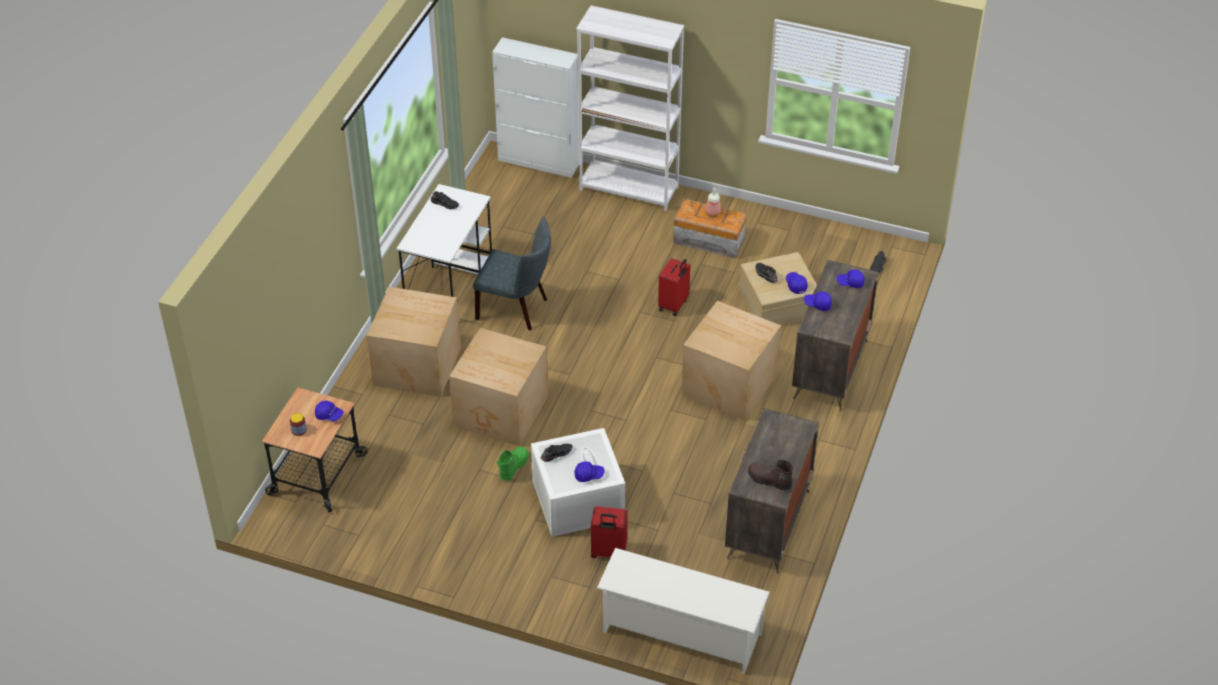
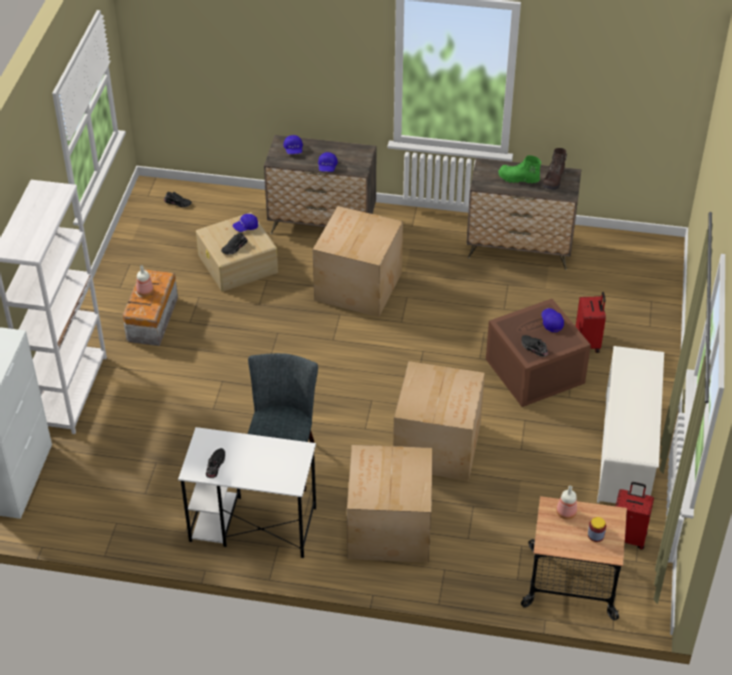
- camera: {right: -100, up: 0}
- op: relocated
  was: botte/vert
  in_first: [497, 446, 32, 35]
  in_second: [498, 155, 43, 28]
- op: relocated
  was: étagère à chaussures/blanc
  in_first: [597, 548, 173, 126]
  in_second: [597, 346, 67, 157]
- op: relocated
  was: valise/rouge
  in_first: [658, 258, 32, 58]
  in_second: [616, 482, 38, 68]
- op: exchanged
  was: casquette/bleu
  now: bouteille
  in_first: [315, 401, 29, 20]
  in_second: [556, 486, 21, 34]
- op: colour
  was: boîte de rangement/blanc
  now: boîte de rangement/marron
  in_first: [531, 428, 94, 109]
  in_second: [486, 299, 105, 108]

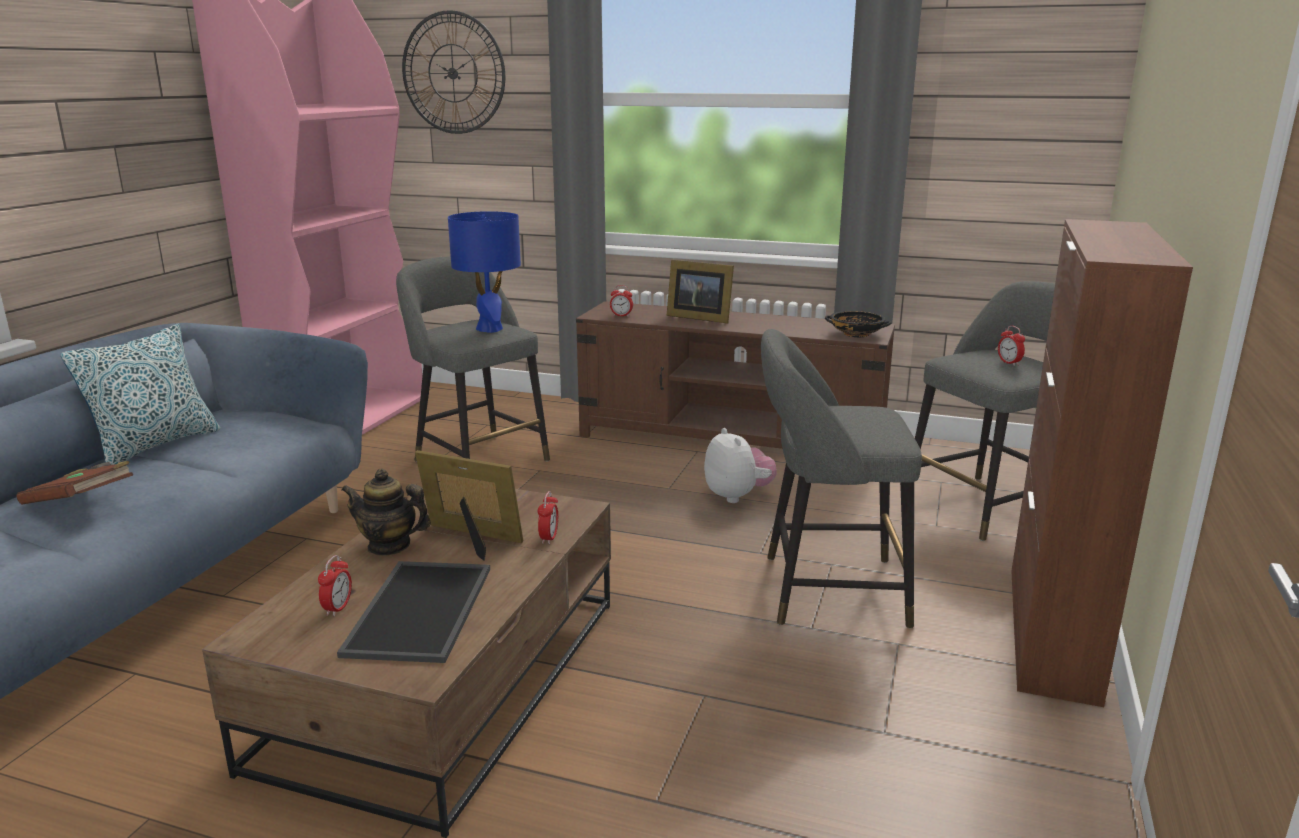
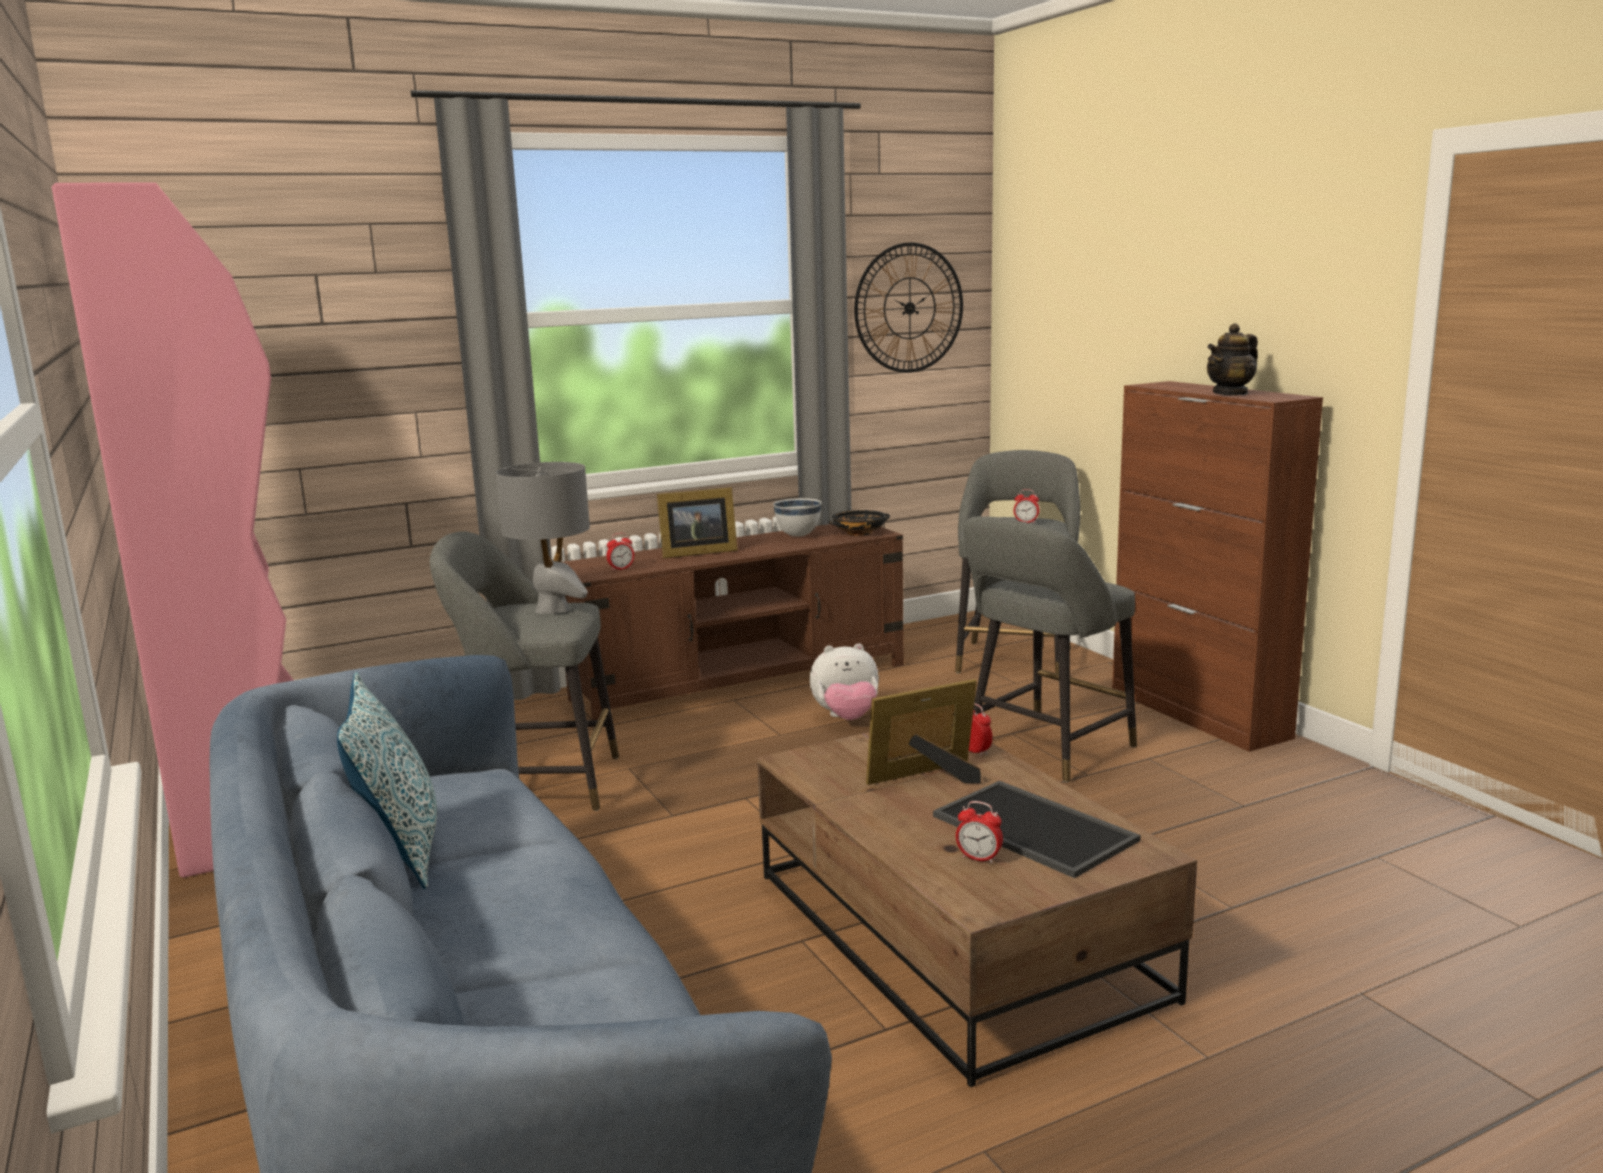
- camera: {right: -45, up: -5}
- op: missing
  was: livre/marron
  in_first: [16, 461, 117, 43]
- op: appeared
  now: bol/blanc
  in_second: [773, 498, 49, 39]
- op: relocated
  was: théière
  in_first: [342, 469, 89, 87]
  in_second: [1207, 323, 51, 73]
- op: relocated
  was: horloge murale
  in_first: [402, 10, 103, 124]
  in_second: [854, 243, 109, 130]
- op: colour
  was: lampe de table/bleu
  now: lampe de table/gris
  in_first: [448, 211, 73, 122]
  in_second: [496, 462, 94, 152]
- op: spun
  was: réveil
  in_first: [318, 555, 34, 62]
  in_second: [956, 801, 47, 62]
  clockwise: 150
- op: spun
  was: peluche
  in_first: [704, 428, 73, 75]
  in_second: [810, 643, 69, 77]
  clockwise: 150

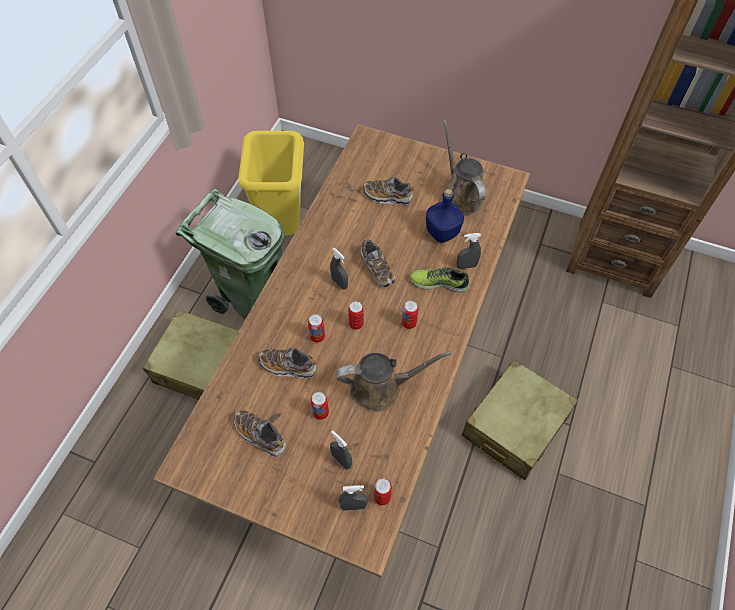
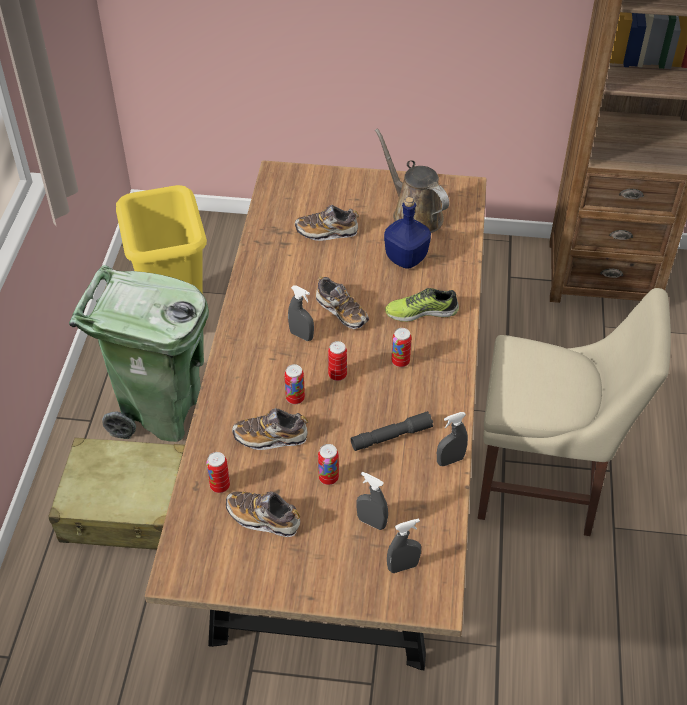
- camera: {right: -15, up: -10}
- op: relocated
  was: boîte métallique
  in_first: [374, 479, 18, 26]
  in_second: [206, 452, 24, 41]
- op: relocated
  was: vaporisateur/gris
  in_first: [456, 233, 25, 36]
  in_second: [437, 412, 31, 54]
- op: exchanged
  was: arrosoir/marron
  now: lampe de poche/gris
  in_first: [336, 351, 115, 61]
  in_second: [351, 411, 82, 40]
- op: exchanged
  was: valise/beige
  now: chaise/beige
  in_first: [462, 360, 116, 120]
  in_second: [478, 288, 193, 248]

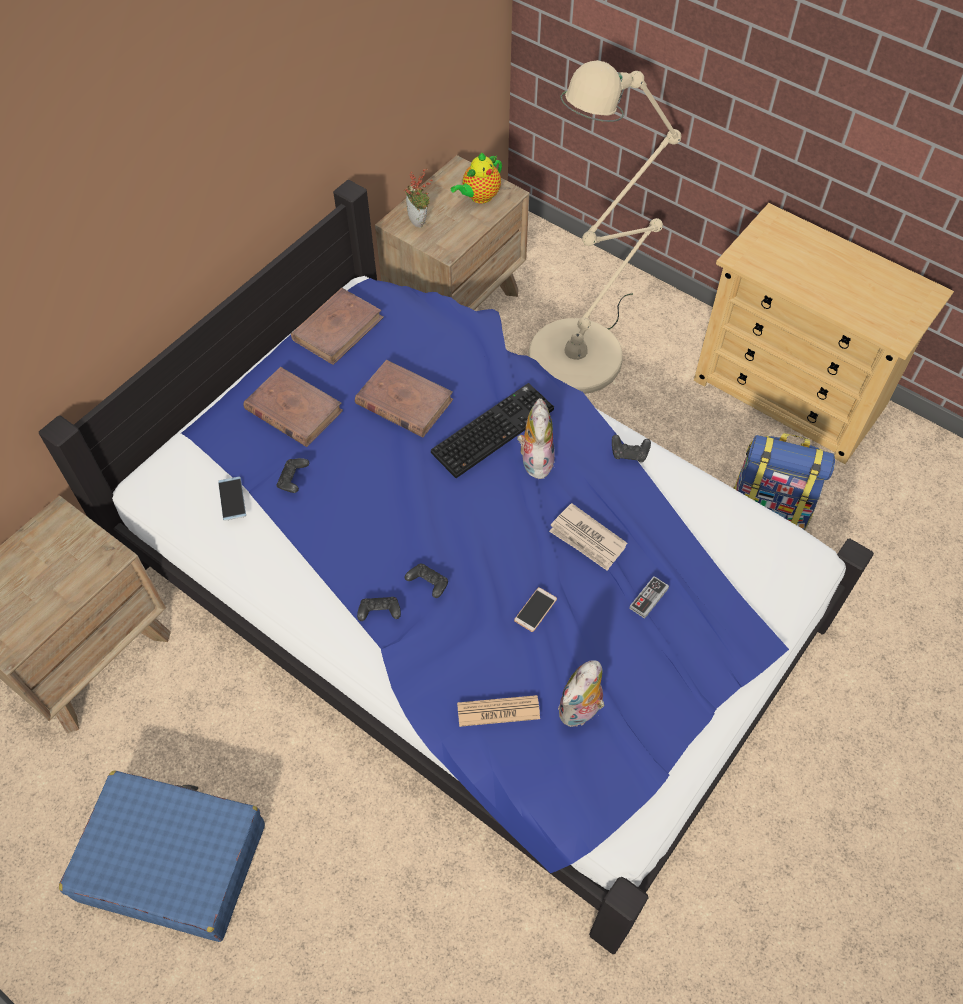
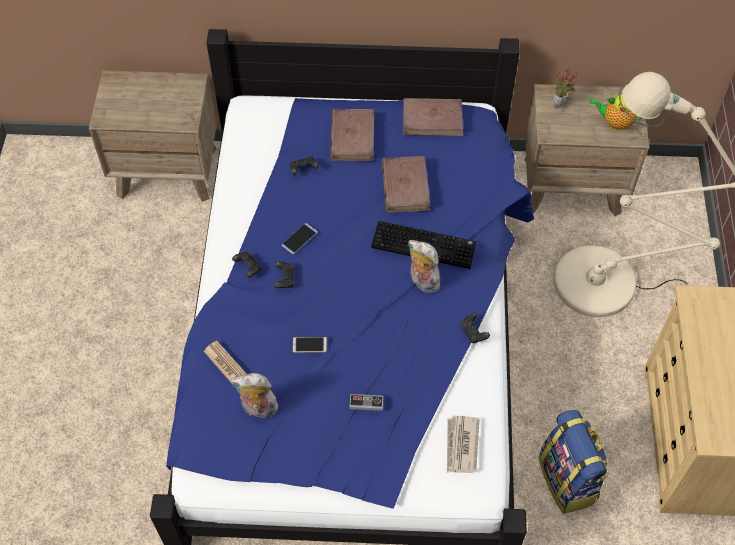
- camera: {right: 55, up: 0}
- op: missing
  was: valise/bleu
  in_first: [59, 771, 206, 171]
- op: relocated
  was: téléphone
  in_first: [218, 477, 28, 44]
  in_second: [282, 223, 36, 31]
- op: relocated
  was: journal
  in_first: [549, 503, 78, 68]
  in_second: [447, 416, 32, 57]
- op: spun
  was: peluche
  in_first: [517, 398, 38, 81]
  in_second: [408, 240, 32, 53]
  clockwise: -105

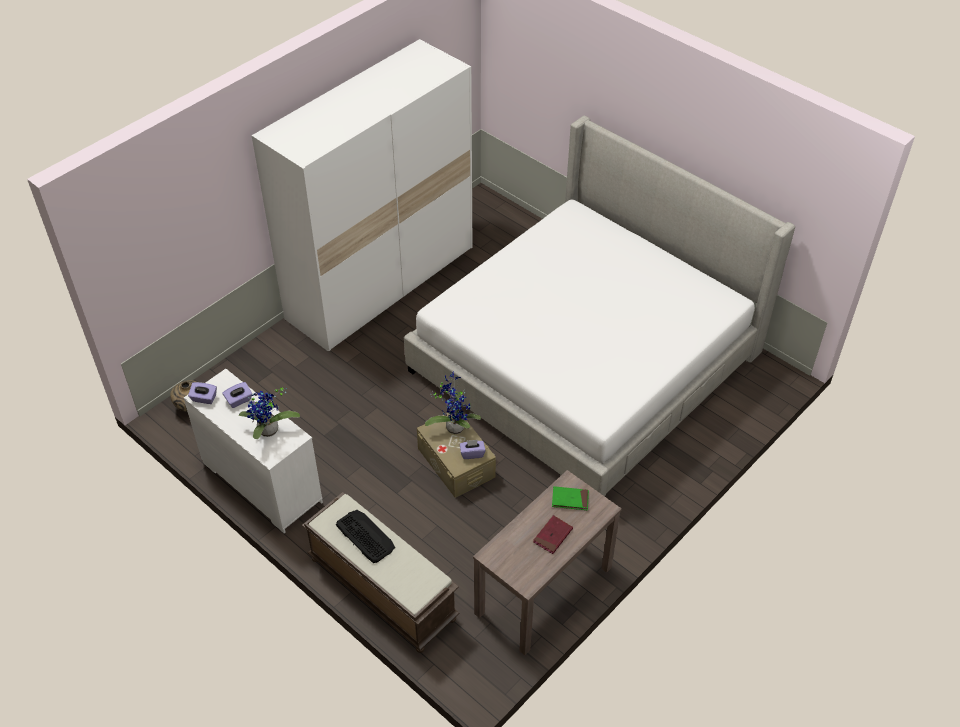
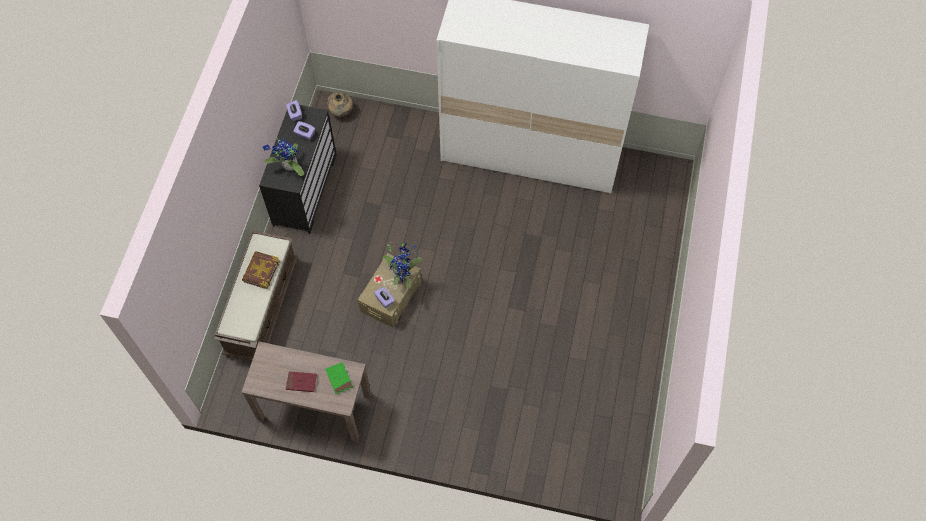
- camera: {right: 60, up: 15}
- op: missing
  was: lit
  in_first: [404, 116, 391, 380]
- op: exchanged
  was: clavier
  now: livre
  in_first: [336, 510, 59, 53]
  in_second: [242, 251, 38, 38]
- op: colour
  was: commode/blanc
  now: commode/noir
  in_first: [184, 369, 139, 165]
  in_second: [259, 105, 77, 129]

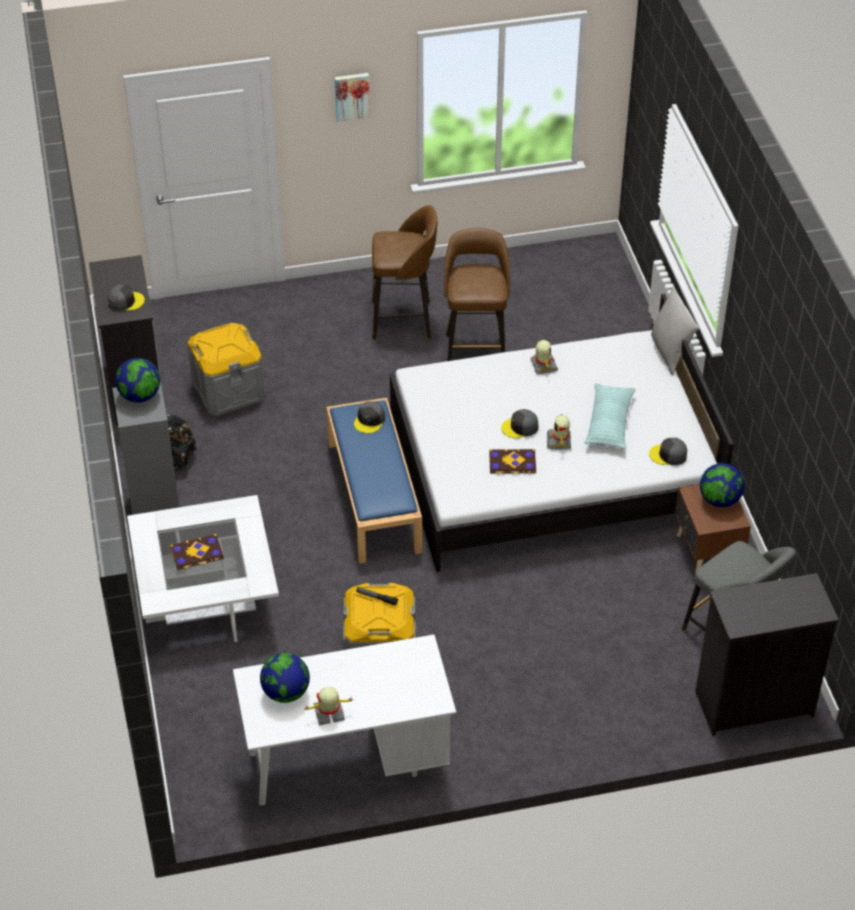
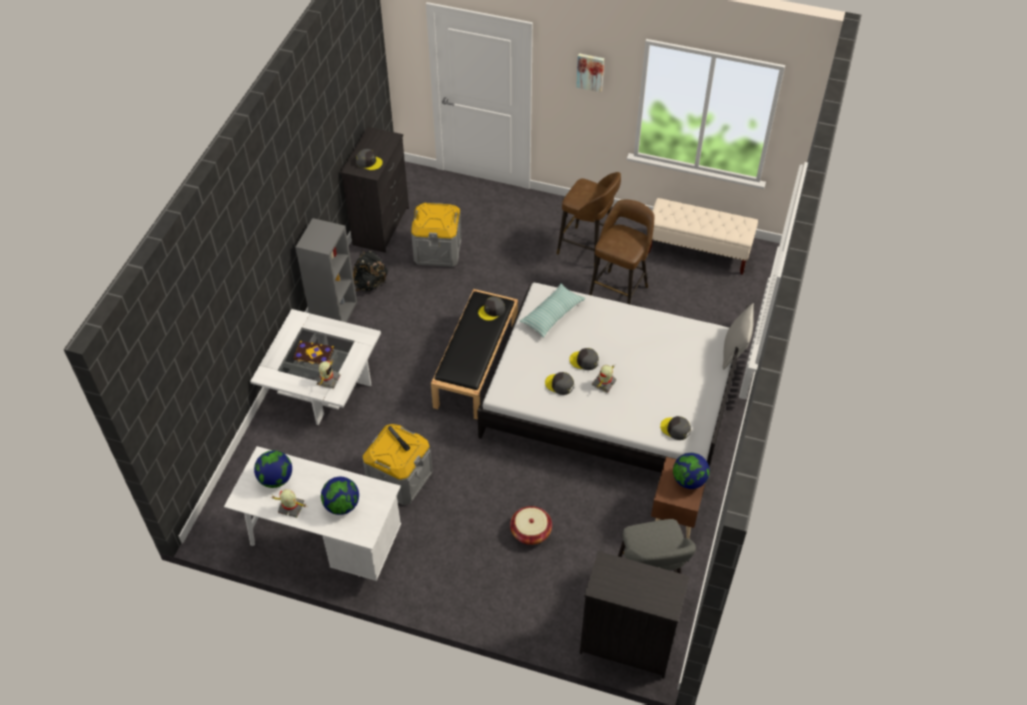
- camera: {right: 30, up: 5}
- op: appeared
  now: panier
  in_second: [510, 506, 42, 39]
- op: appeared
  now: banc/beige
  in_second: [649, 198, 109, 77]
- op: relocated
  was: globe
  in_first: [115, 358, 45, 45]
  in_second: [321, 477, 38, 38]
- op: relocated
  was: robot jouet
  in_first: [530, 340, 28, 34]
  in_second: [317, 359, 24, 30]
- op: relocated
  was: coussin
  in_first: [584, 383, 51, 66]
  in_second: [520, 284, 65, 53]
- op: exchanged
  was: livre
  now: casquette/gris
  in_first: [489, 449, 47, 26]
  in_second: [545, 372, 29, 23]
- op: colour
  was: banc/bleu
  now: banc/noir
  in_first: [326, 398, 96, 166]
  in_second: [431, 289, 87, 131]

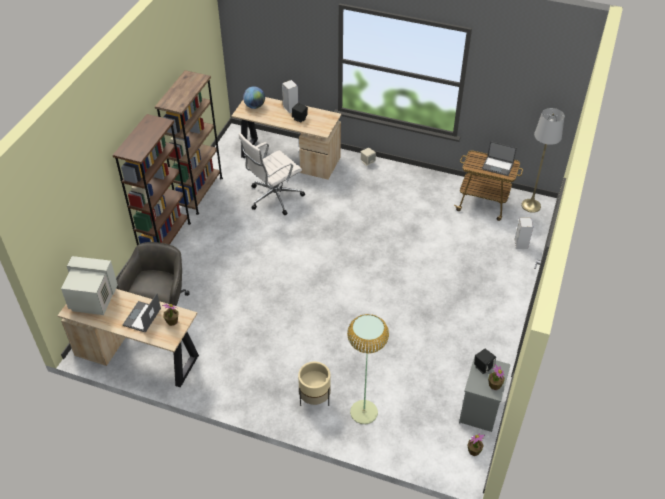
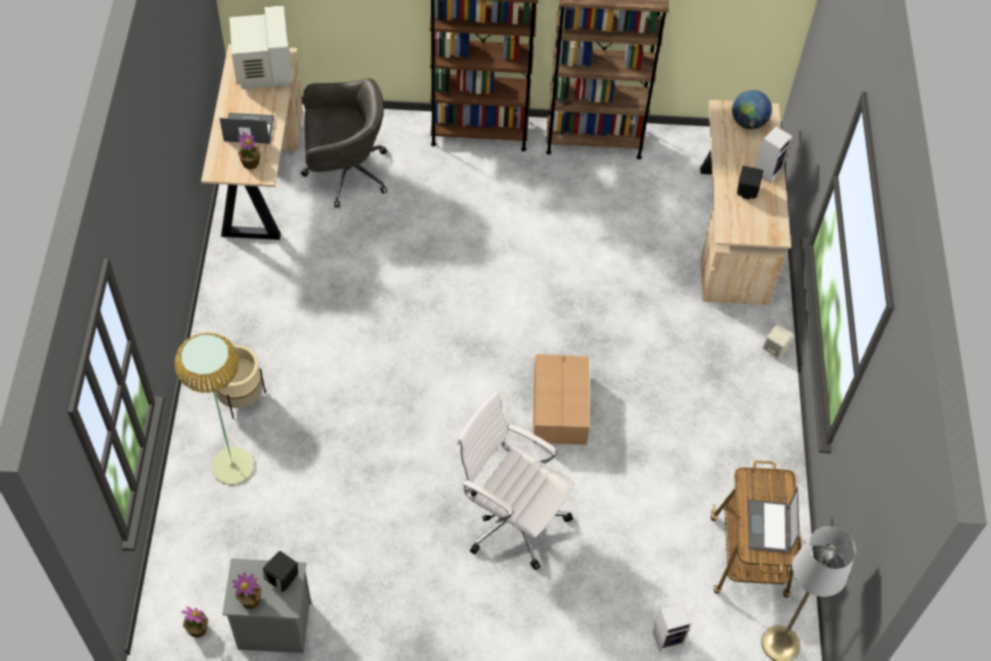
- camera: {right: 70, up: 10}
- op: appeared
  now: carton
  in_second: [533, 354, 57, 91]
- op: relocated
  was: chaise de bureau/blanc
  in_first: [239, 133, 66, 82]
  in_second: [457, 391, 117, 179]

